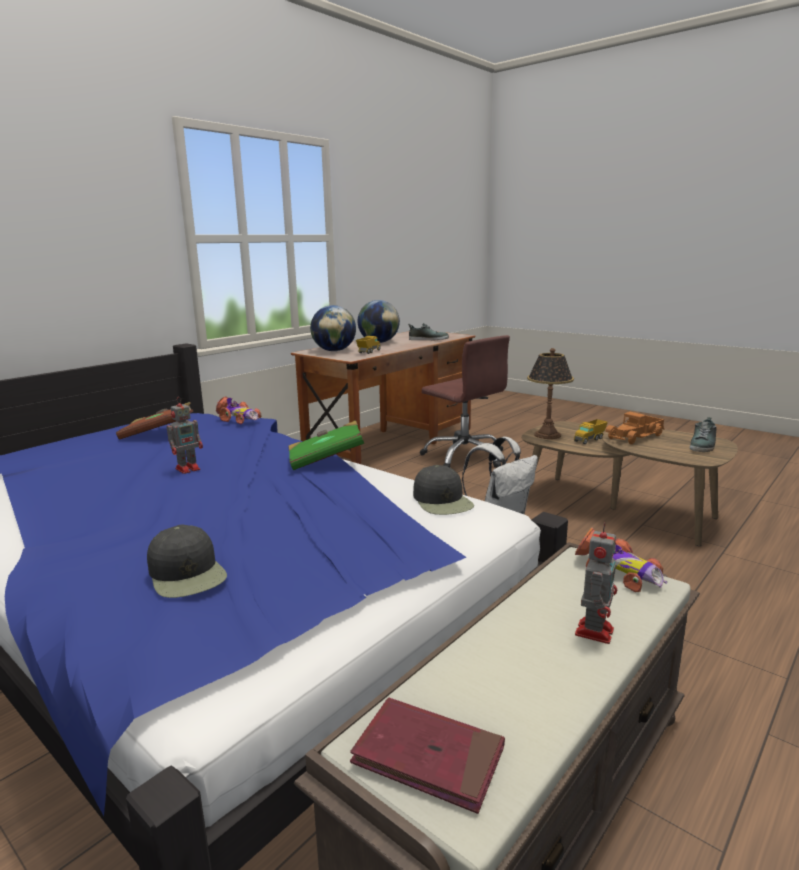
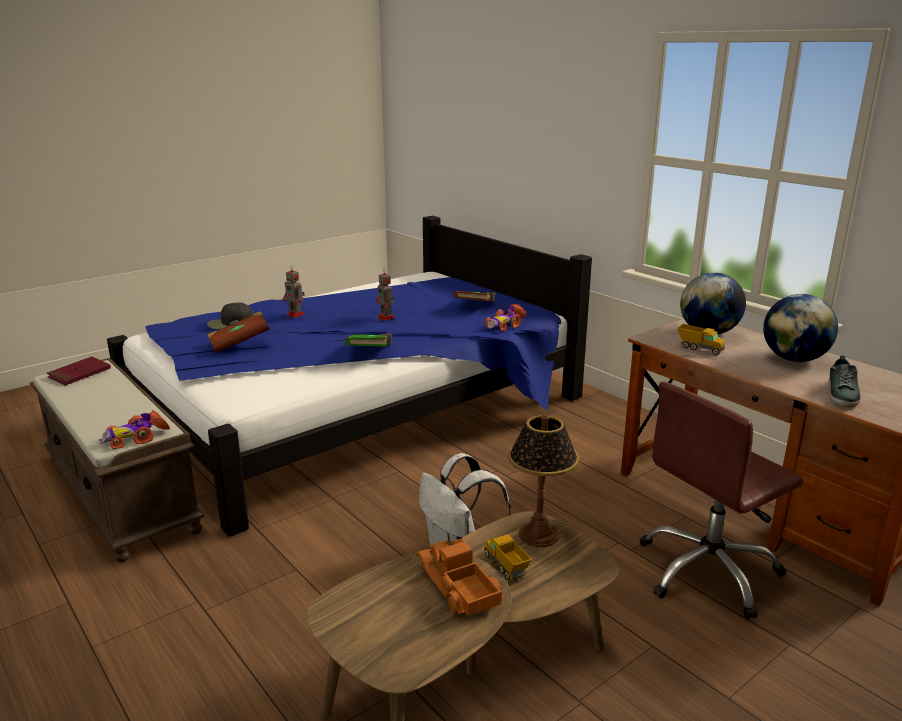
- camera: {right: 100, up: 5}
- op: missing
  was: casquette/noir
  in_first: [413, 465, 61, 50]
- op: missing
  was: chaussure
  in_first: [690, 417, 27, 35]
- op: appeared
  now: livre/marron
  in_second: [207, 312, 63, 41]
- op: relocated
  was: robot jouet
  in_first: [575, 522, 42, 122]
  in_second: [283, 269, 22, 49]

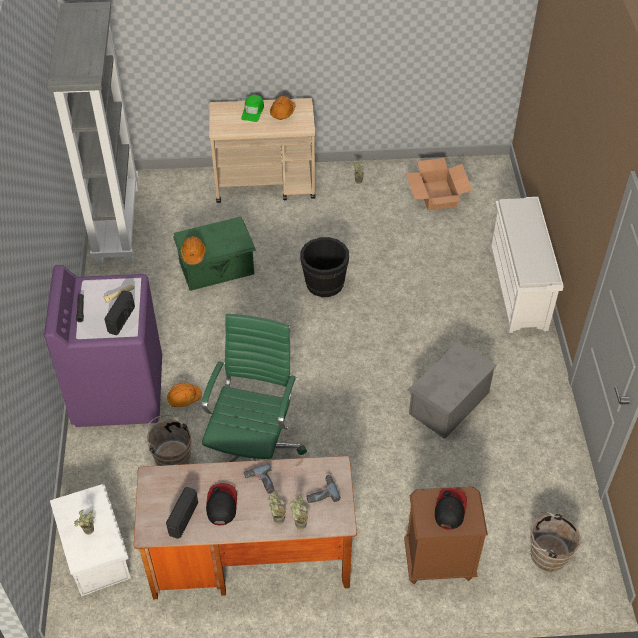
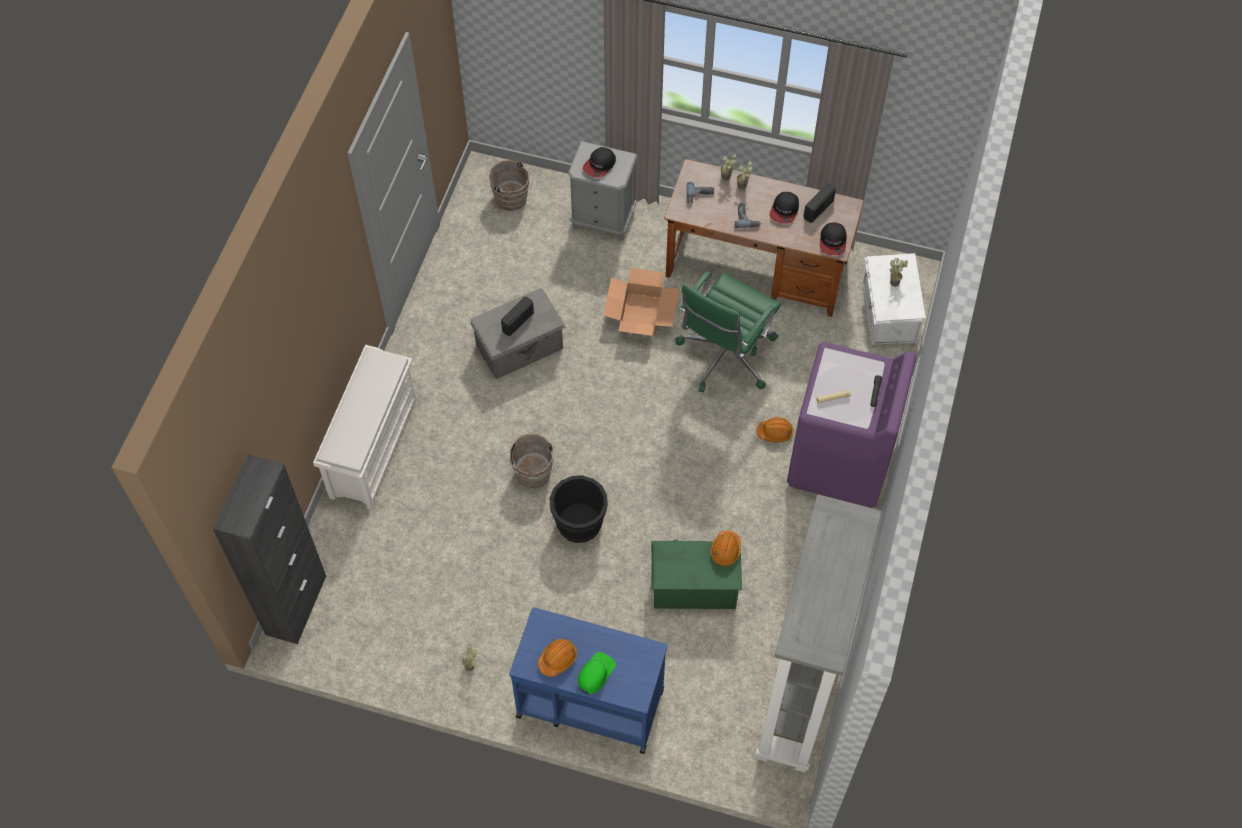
- camera: {right: -160, up: 10}
- op: appeared
  now: meuble de rangement/noir
  in_second: [213, 454, 113, 190]
- op: appeared
  now: casquette
  in_second: [820, 222, 27, 33]
- op: relocated
  was: radio
  in_first: [104, 290, 31, 46]
  in_second: [501, 296, 33, 40]
- op: relocated
  was: seau/marron
  in_first: [143, 415, 48, 51]
  in_second: [509, 434, 46, 54]
- op: relocated
  was: carton
  in_first: [406, 158, 67, 52]
  in_second: [604, 268, 75, 68]
- op: colour
  was: chariot/beige
  now: chariot/bleu
  in_first: [209, 98, 107, 105]
  in_second: [509, 607, 158, 147]
- op: colour
  was: table de chevet/marron
  now: table de chevet/gris
  in_first: [404, 486, 84, 98]
  in_second: [568, 141, 70, 100]

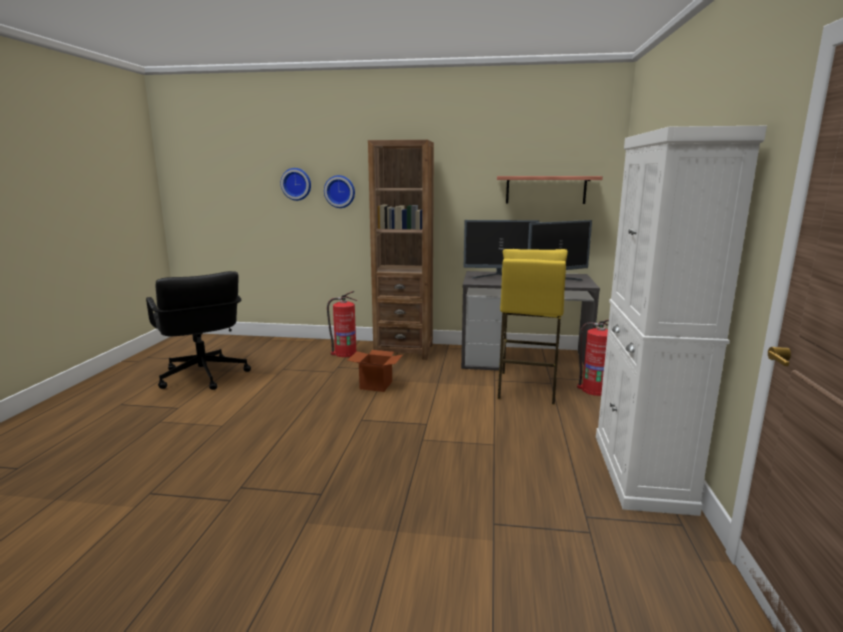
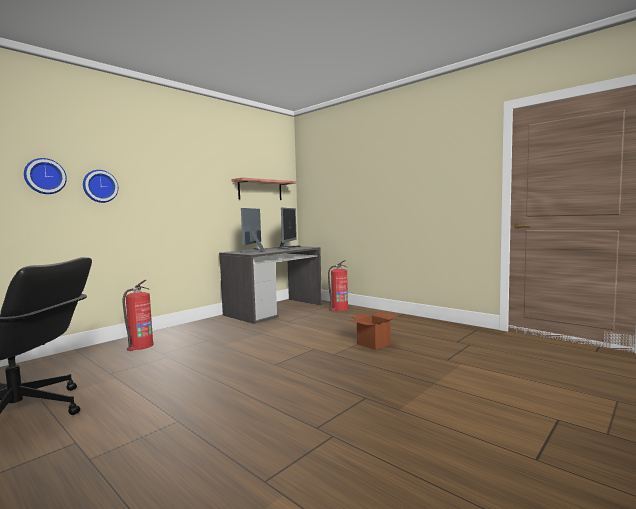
- camera: {right: -55, up: -10}
- op: missing
  was: bibliothèque/marron
  in_first: [368, 140, 66, 220]
- op: missing
  was: tabouret/jaune
  in_first: [498, 249, 70, 156]
- op: missing
  was: meuble de rangement/blanc
  in_first: [596, 126, 171, 390]
- op: relocated
  was: carton
  in_first: [348, 350, 55, 42]
  in_second: [349, 311, 48, 39]
- op: spun
  was: écran d'ordinateur
  in_first: [464, 220, 75, 59]
  in_second: [240, 208, 26, 45]
  clockwise: 150

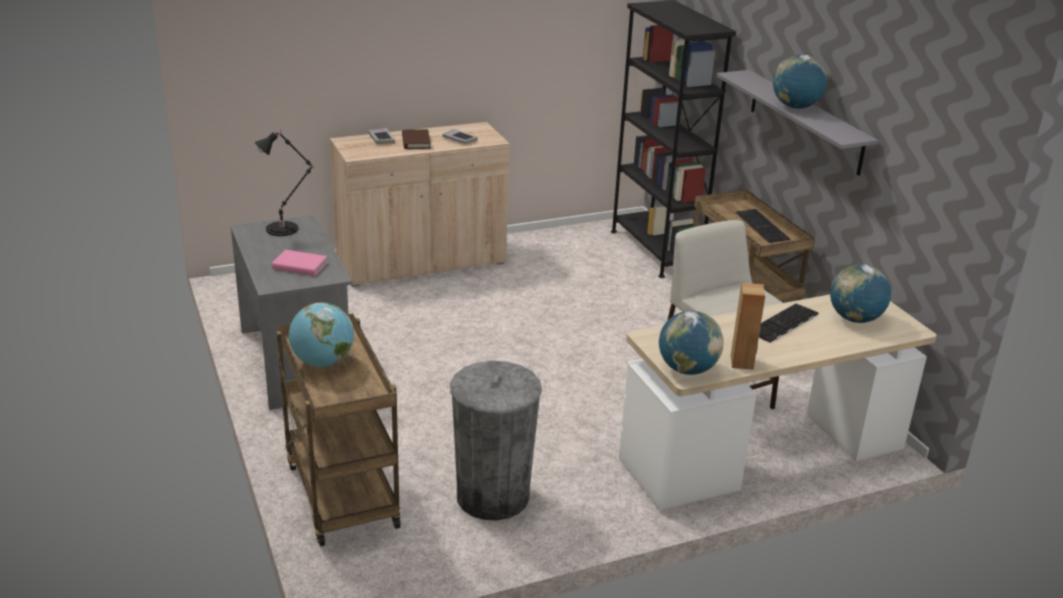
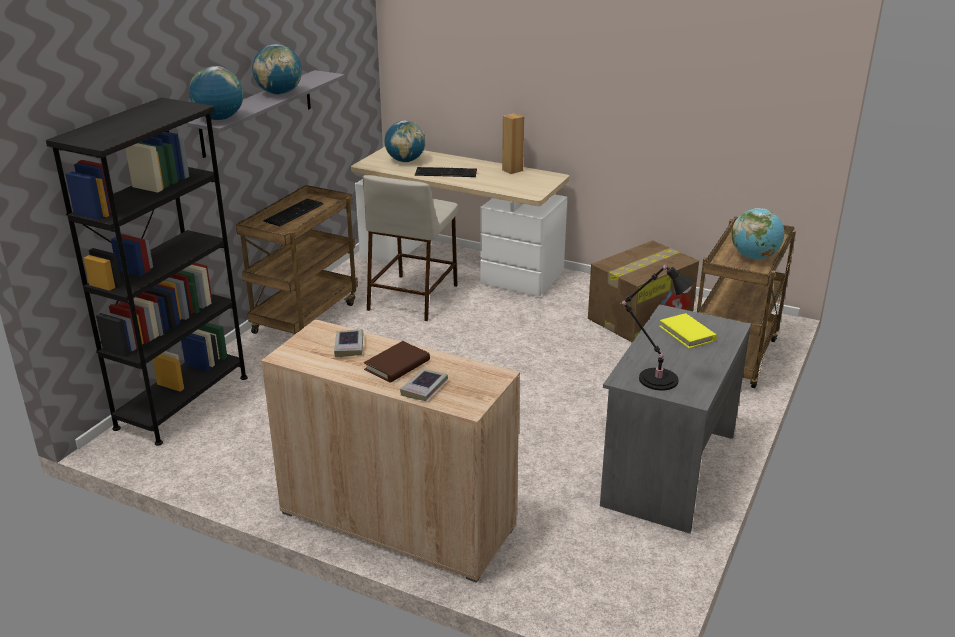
- camera: {right: -130, up: 0}
- op: relocated
  was: globe
  in_first: [659, 311, 65, 64]
  in_second: [189, 66, 54, 54]
- op: exchanged
  was: poubelle/gris
  now: carton
  in_first: [450, 361, 92, 160]
  in_second: [588, 241, 111, 101]
- op: colour
  was: livre/rose
  now: livre/jaune
  in_first: [272, 250, 56, 26]
  in_second: [659, 313, 58, 36]

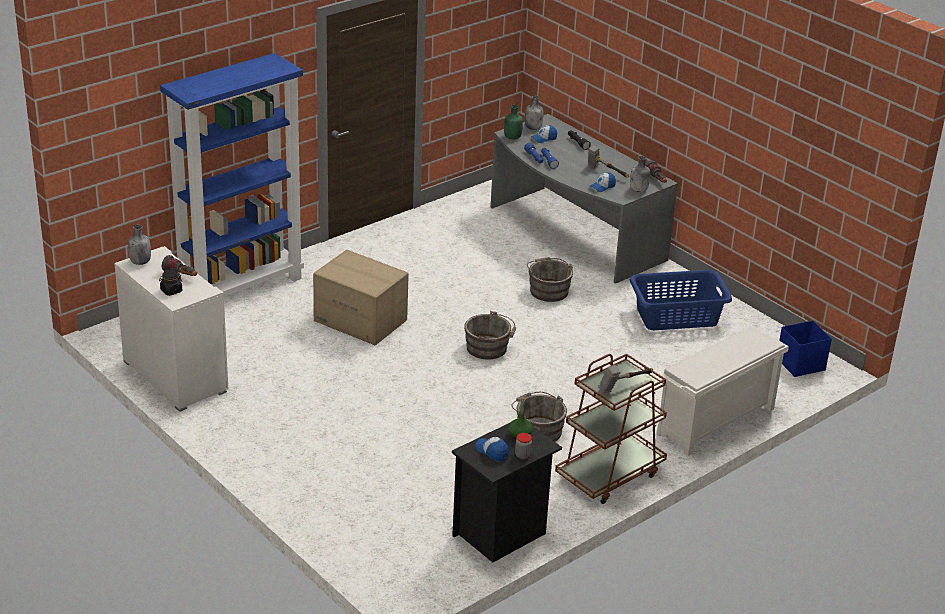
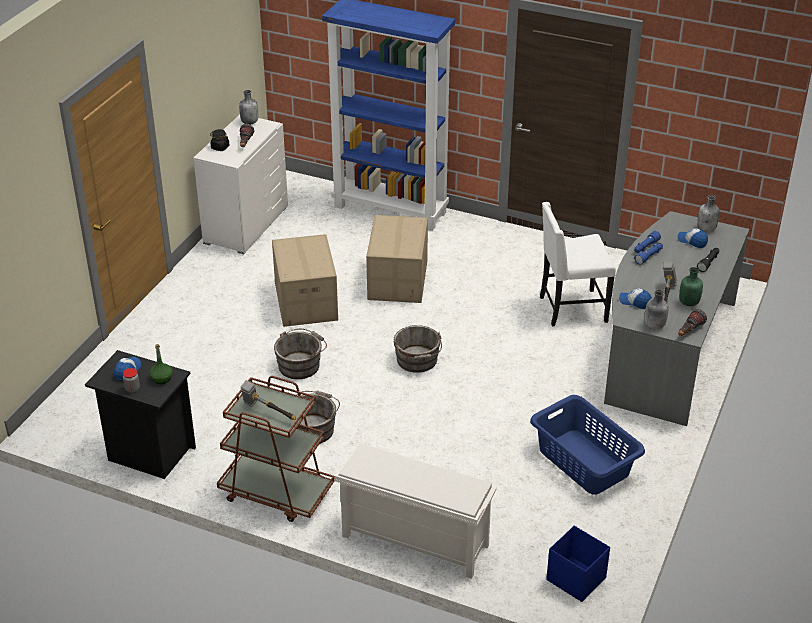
- camera: {right: 65, up: 5}
- op: appeared
  now: carton
  in_second: [272, 234, 66, 93]
- op: appeared
  now: chaise/blanc
  in_second: [540, 202, 76, 124]
- op: relocated
  was: bouteille/vert
  in_first: [504, 105, 19, 35]
  in_second: [679, 267, 24, 39]
- op: relocated
  was: seau/gris
  in_first: [527, 257, 46, 45]
  in_second: [274, 329, 53, 50]

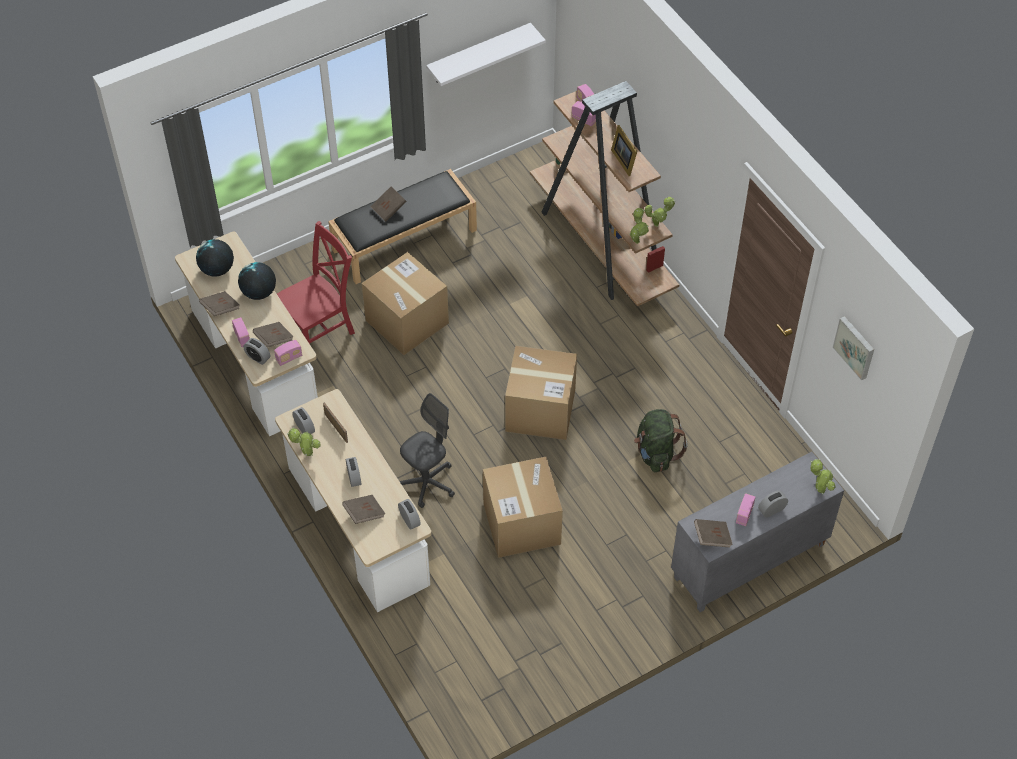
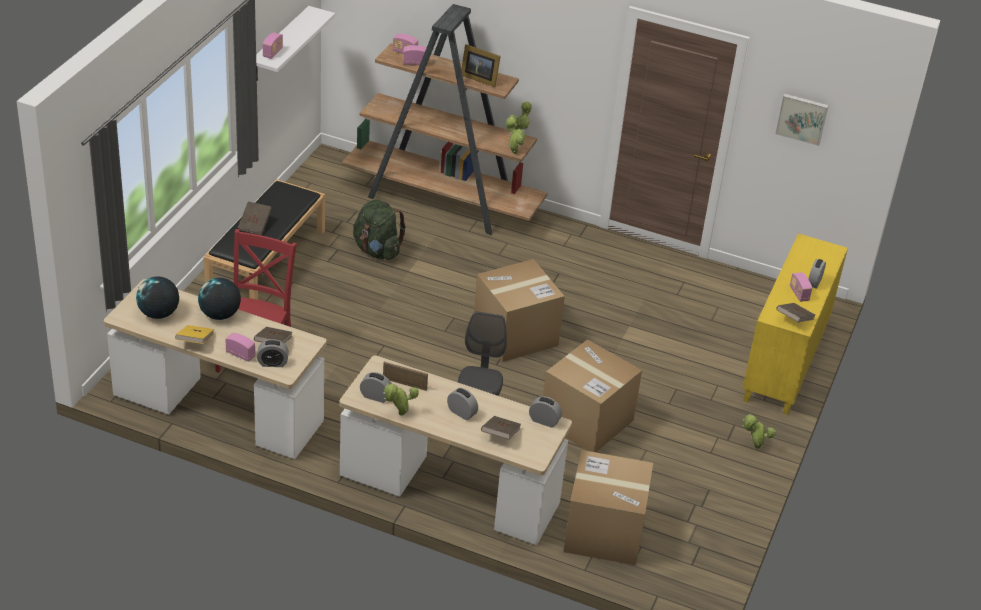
- camera: {right: -40, up: -15}
- op: relocated
  was: radio
  in_first: [274, 340, 28, 26]
  in_second: [263, 32, 20, 27]
- op: relocated
  was: carton
  in_first: [362, 252, 87, 103]
  in_second: [563, 450, 90, 116]
- op: relocated
  was: sac à dos/vert
  in_first: [634, 409, 54, 63]
  in_second: [353, 200, 53, 60]
- op: relocated
  was: plante en pot
  in_first: [811, 459, 25, 35]
  in_second: [743, 414, 33, 35]
- op: colour
  was: livre/marron
  now: livre/jaune
  in_first: [199, 291, 41, 25]
  in_second: [175, 325, 39, 19]
- op: colour
  was: meuble de rangement/gris
  now: meuble de rangement/jaune
  in_first: [671, 452, 173, 160]
  in_second: [743, 233, 105, 182]

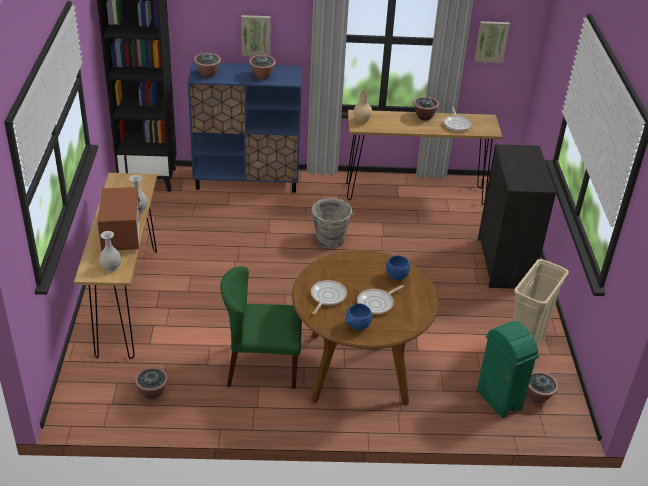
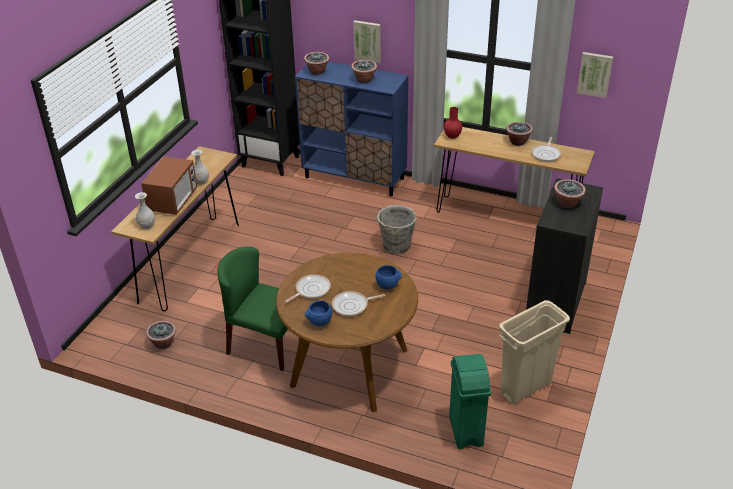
- camera: {right: 25, up: 0}
- op: relocated
  was: plante en pot
  in_first: [528, 371, 30, 32]
  in_second: [554, 179, 32, 29]
- op: colour
  was: vase/beige
  now: vase/rouge
  in_first: [354, 91, 18, 32]
  in_second: [444, 107, 18, 32]

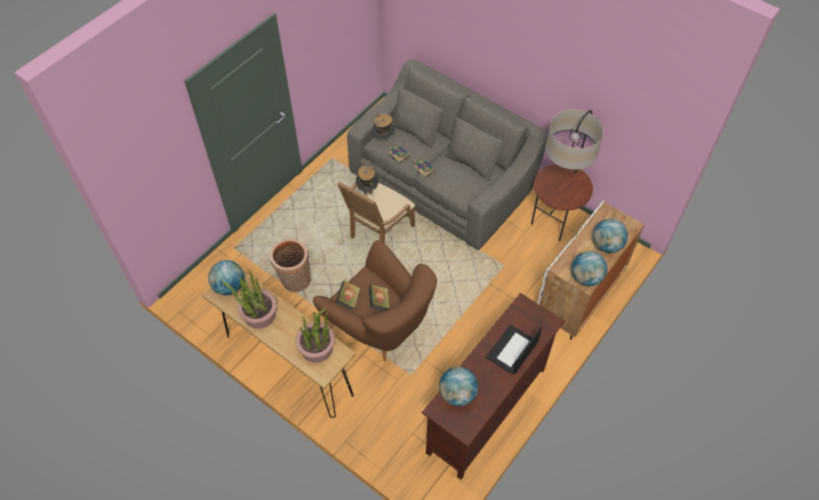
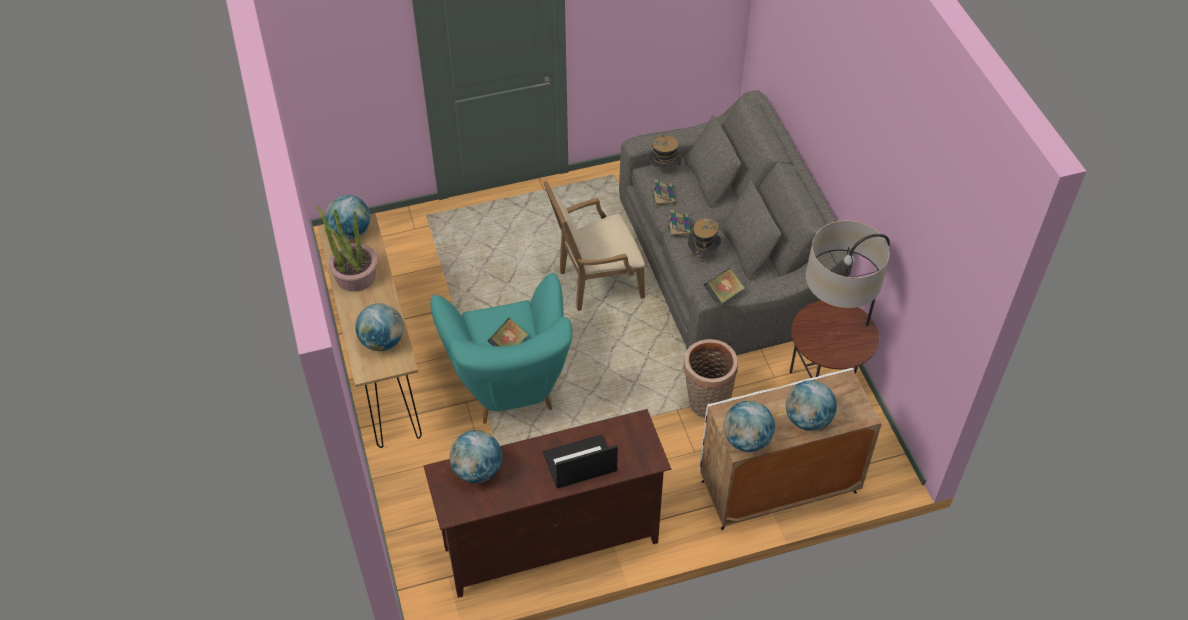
- camera: {right: 35, up: -5}
- op: relocated
  was: panier
  in_first: [270, 239, 41, 53]
  in_second: [684, 339, 54, 79]
- op: relocated
  was: livre
  in_first: [336, 280, 24, 31]
  in_second: [704, 268, 41, 38]
- op: relocated
  was: chapeau
  in_first: [356, 165, 22, 33]
  in_second: [688, 218, 33, 41]
- op: exchanged
  was: plante en pot
  now: globe
  in_first: [295, 308, 40, 55]
  in_second: [355, 303, 49, 48]
- op: colour
  was: fauteuil/marron
  now: fauteuil/turquoise
  in_first: [313, 240, 124, 121]
  in_second: [430, 273, 142, 151]

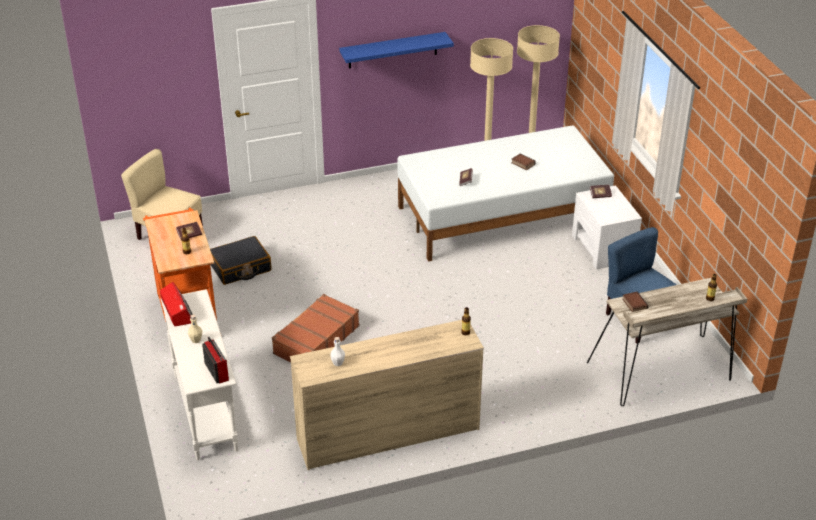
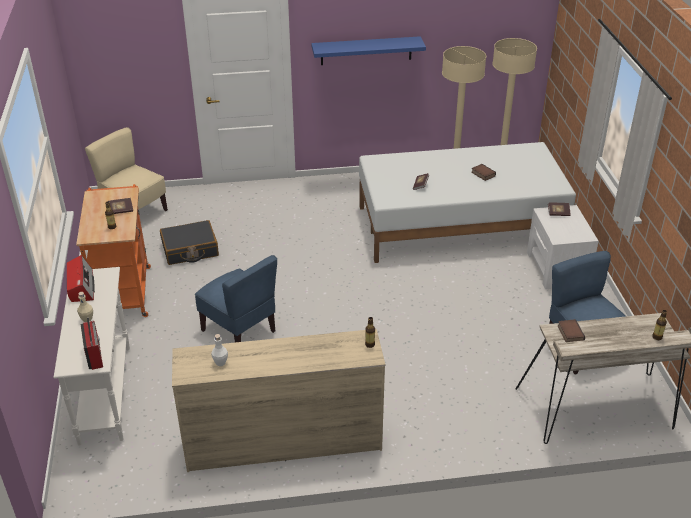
- camera: {right: 10, up: 0}
- op: exchanged
  was: valise/marron
  now: chaise/bleu
  in_first: [272, 294, 87, 68]
  in_second: [195, 255, 82, 87]

